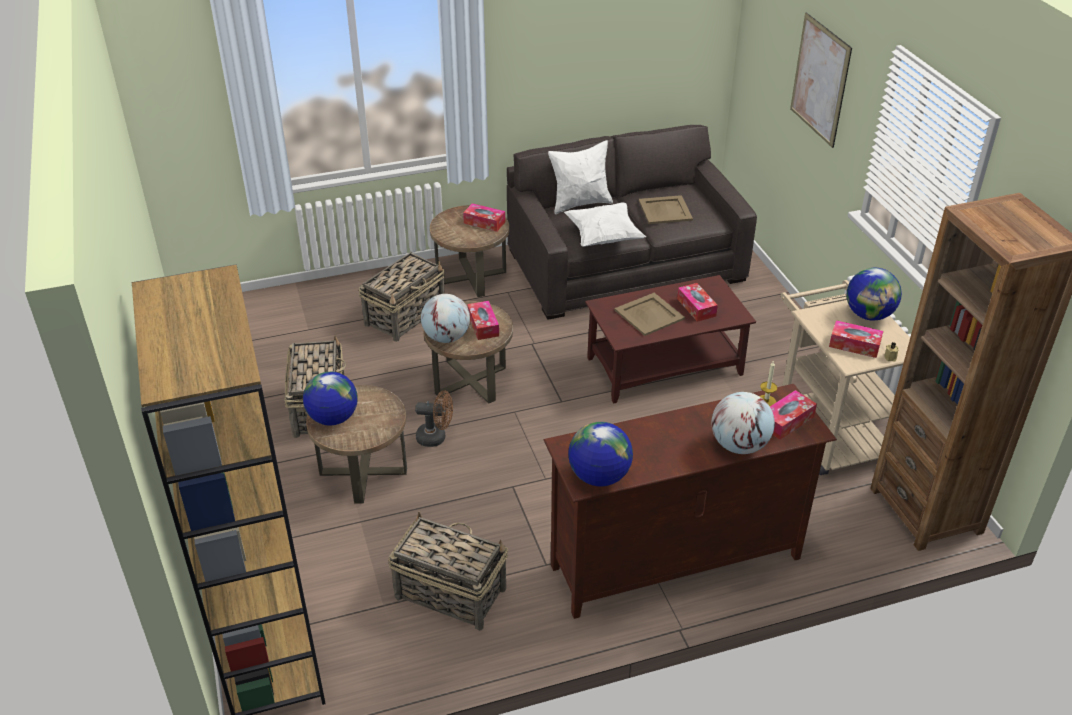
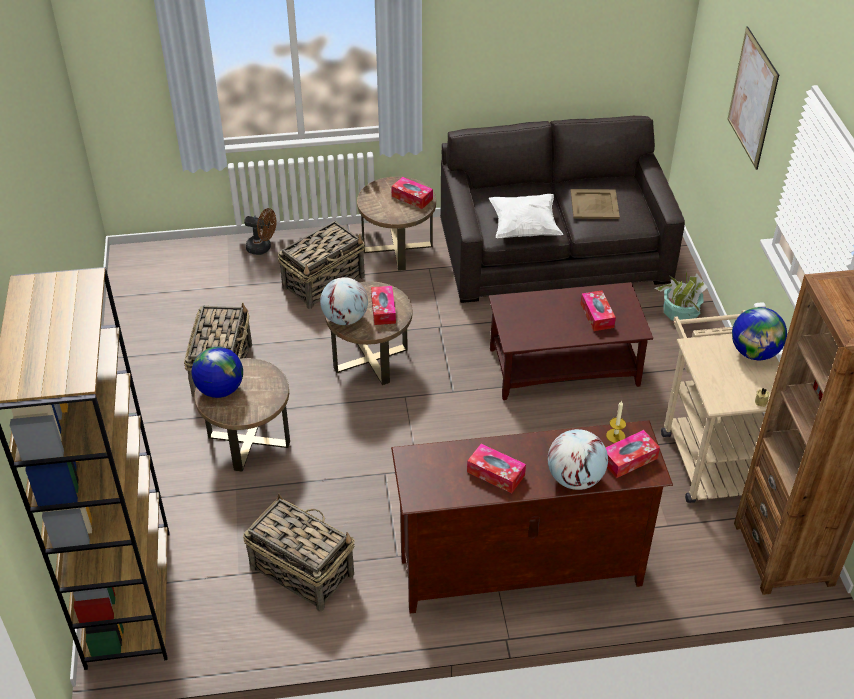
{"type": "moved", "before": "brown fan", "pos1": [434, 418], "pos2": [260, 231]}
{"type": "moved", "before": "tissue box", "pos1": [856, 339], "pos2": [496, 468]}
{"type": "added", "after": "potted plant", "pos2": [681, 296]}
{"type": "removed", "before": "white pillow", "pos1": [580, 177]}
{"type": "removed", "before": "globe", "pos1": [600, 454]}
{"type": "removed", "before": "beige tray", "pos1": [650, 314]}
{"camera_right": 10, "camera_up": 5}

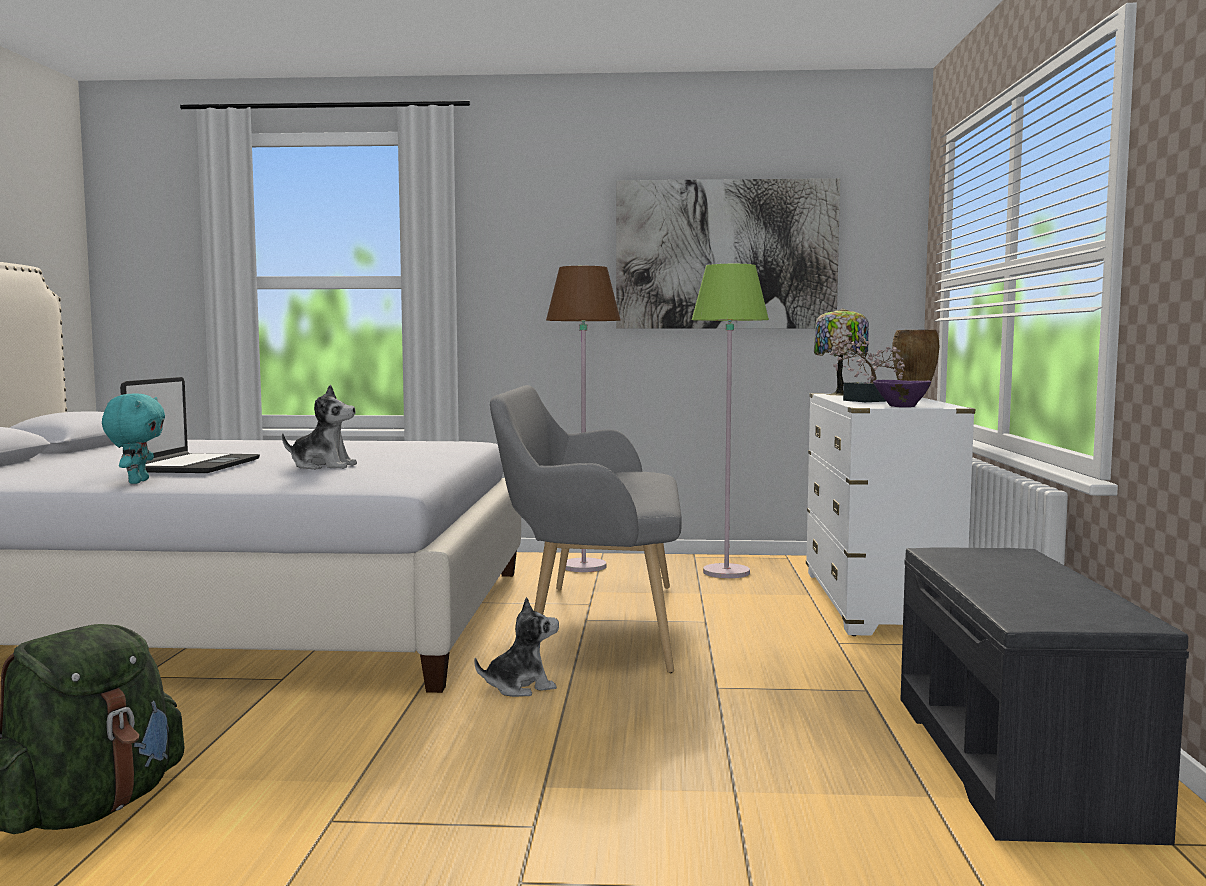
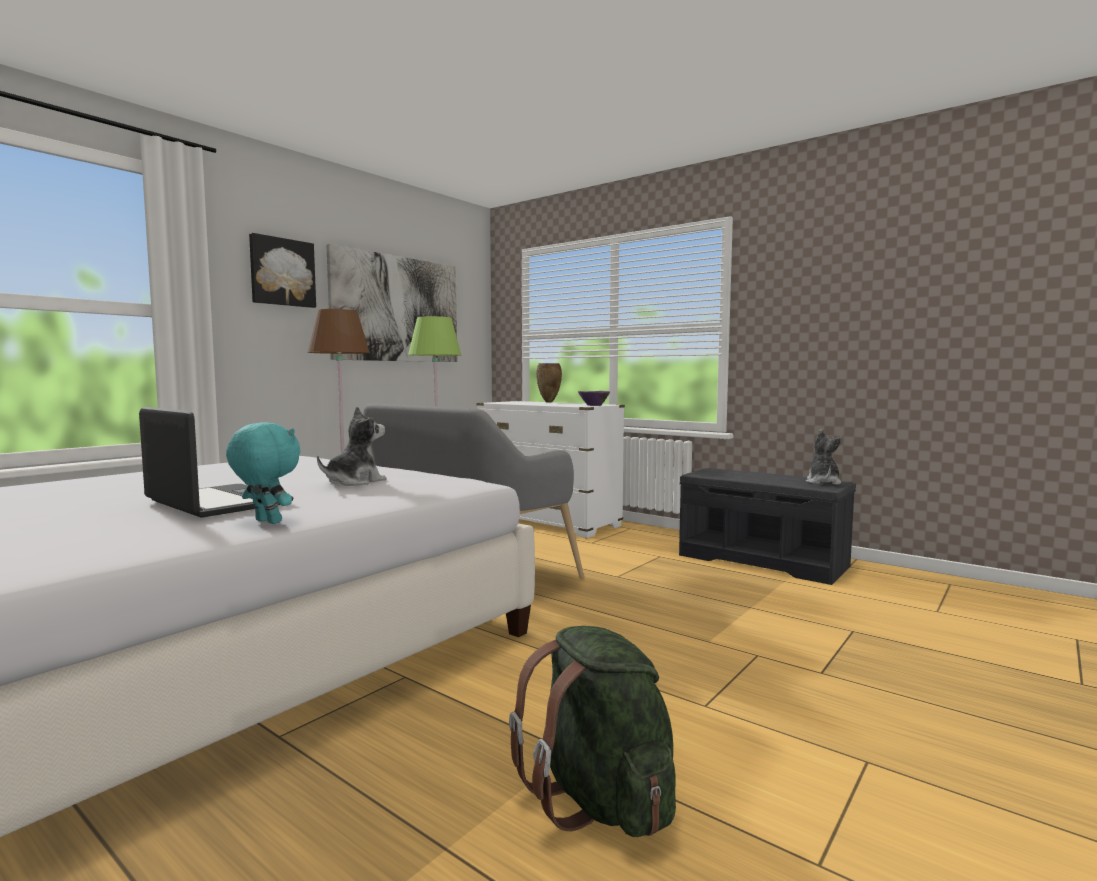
{"type": "added", "after": "picture", "pos2": [282, 270]}
{"type": "moved", "before": "plush toy", "pos1": [516, 647], "pos2": [824, 457]}
{"type": "removed", "before": "table lamp", "pos1": [841, 351]}
{"type": "removed", "before": "potted plant", "pos1": [867, 366]}
{"camera_right": -55, "camera_up": 0}

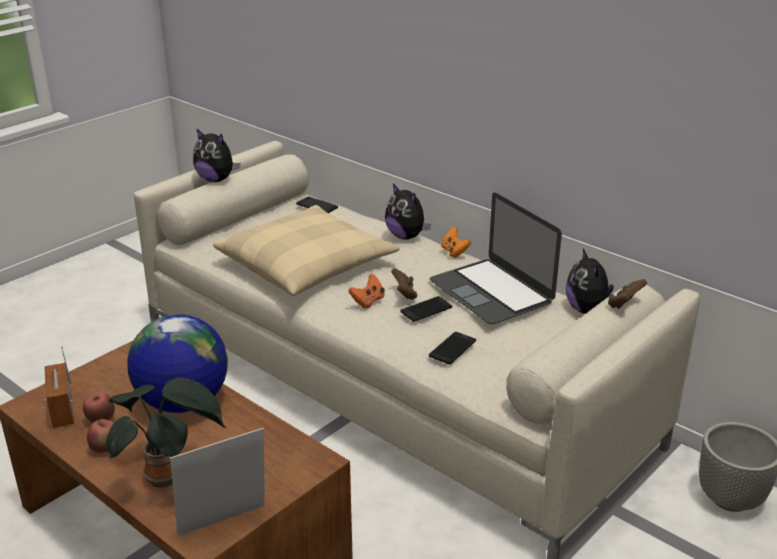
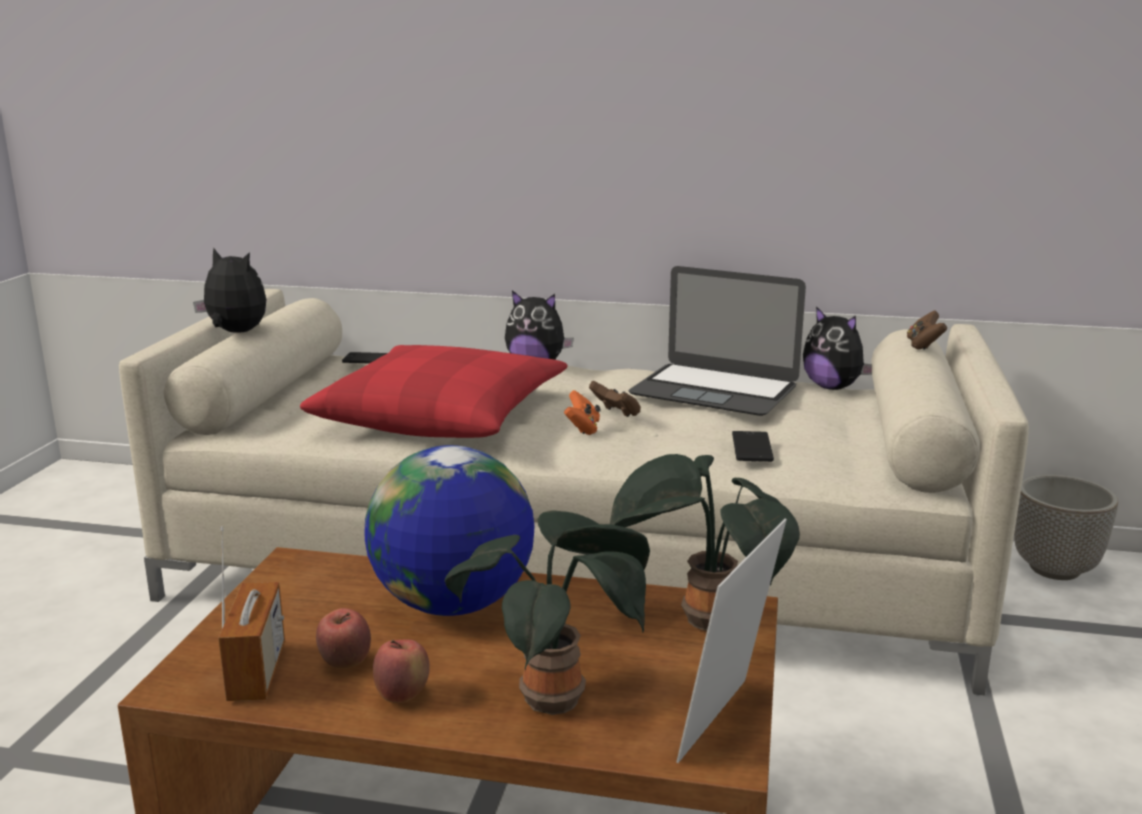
{"type": "turned", "before": "plush toy", "pos1": [216, 155], "pos2": [229, 290], "turn": -150}
{"type": "turned", "before": "radio", "pos1": [59, 387], "pos2": [251, 613], "turn": -135}
{"type": "recoloured", "before": "beige pillow", "after": "red pillow", "pos1": [306, 250], "pos2": [433, 391]}
{"type": "added", "after": "potted plant", "pos2": [705, 542]}
{"type": "removed", "before": "phone", "pos1": [426, 309]}
{"type": "removed", "before": "orange game controller", "pos1": [456, 242]}
{"camera_right": -30, "camera_up": -10}

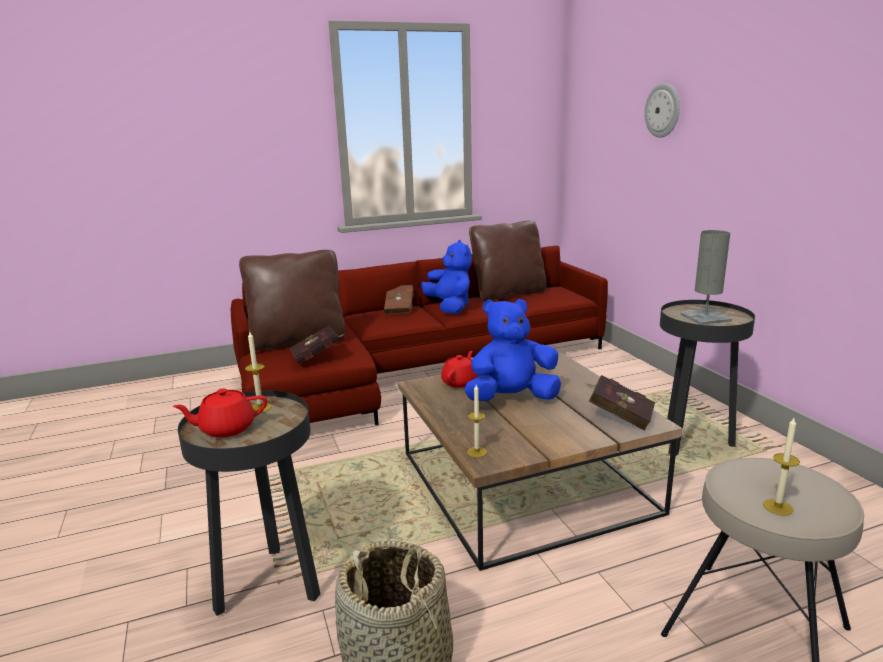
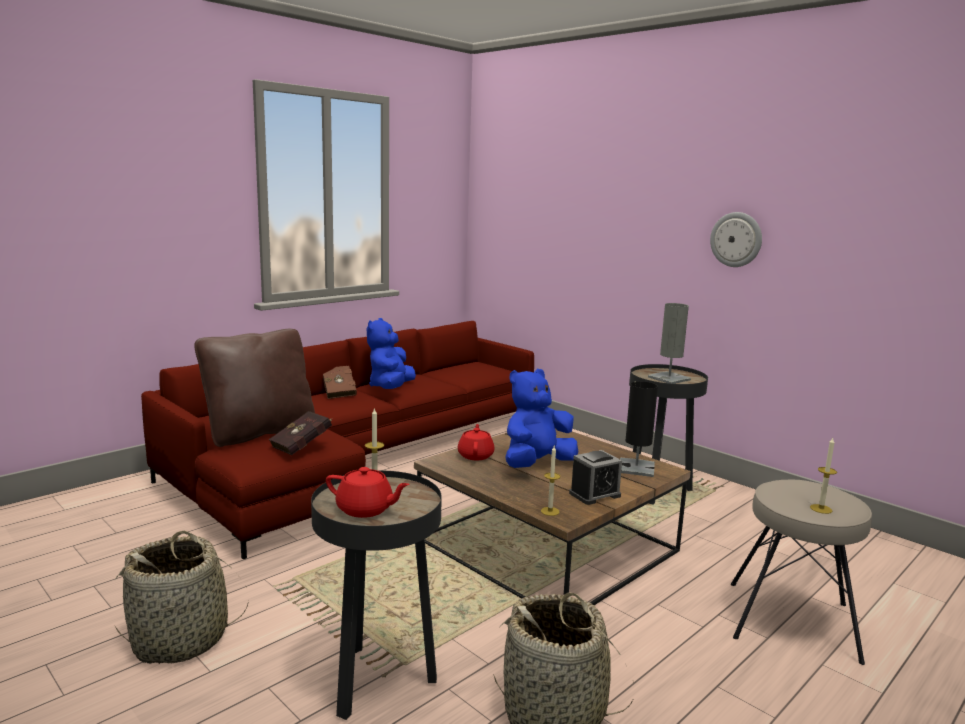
{"type": "added", "after": "basket", "pos2": [181, 597]}
{"type": "turned", "before": "red teapot", "pos1": [219, 412], "pos2": [367, 492], "turn": -120}
{"type": "turned", "before": "blue plush toy", "pos1": [446, 277], "pos2": [391, 353], "turn": -120}
{"type": "added", "after": "alarm clock", "pos2": [595, 477]}
{"type": "replaced", "before": "red book", "after": "black table lamp", "pos1": [620, 403], "pos2": [639, 429]}
{"type": "moved", "before": "wall clock", "pos1": [662, 110], "pos2": [736, 239]}
{"type": "removed", "before": "brown pillow", "pos1": [507, 260]}
{"camera_right": -25, "camera_up": -5}

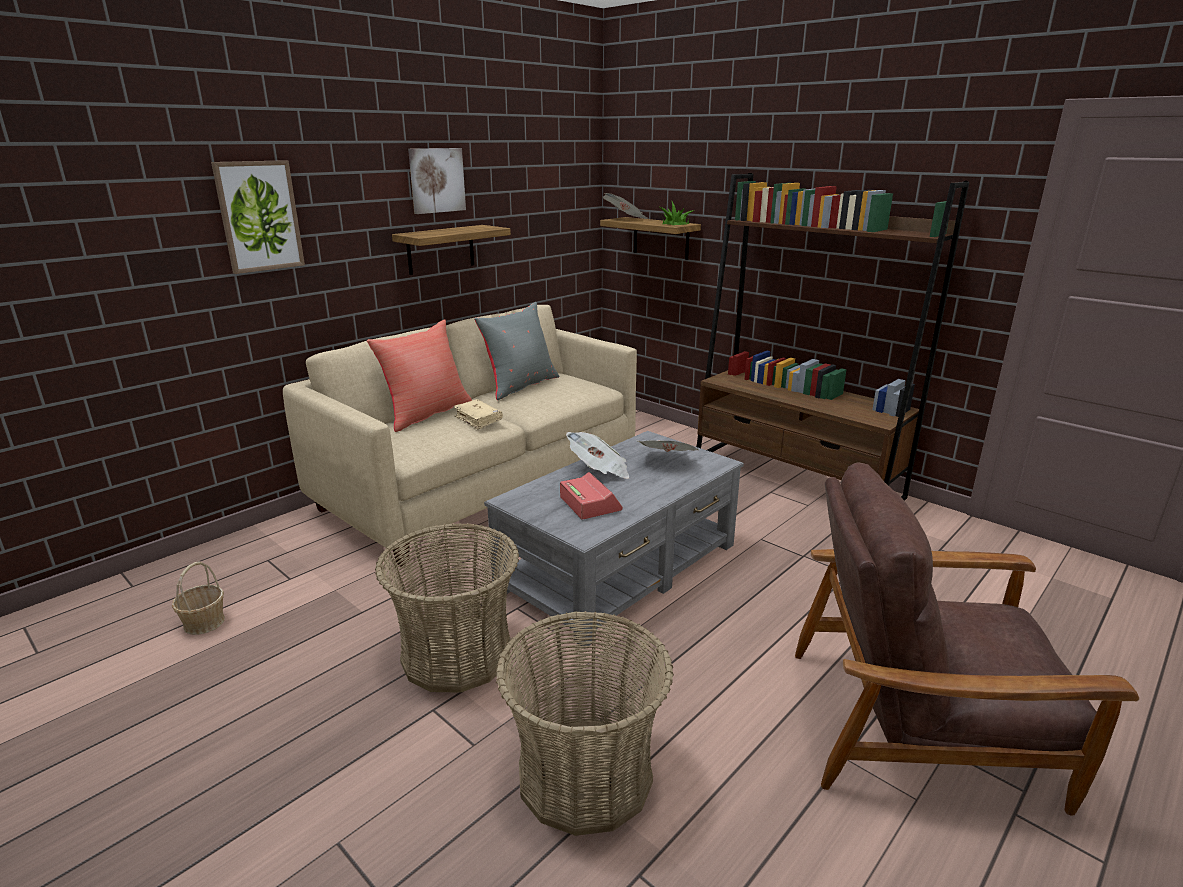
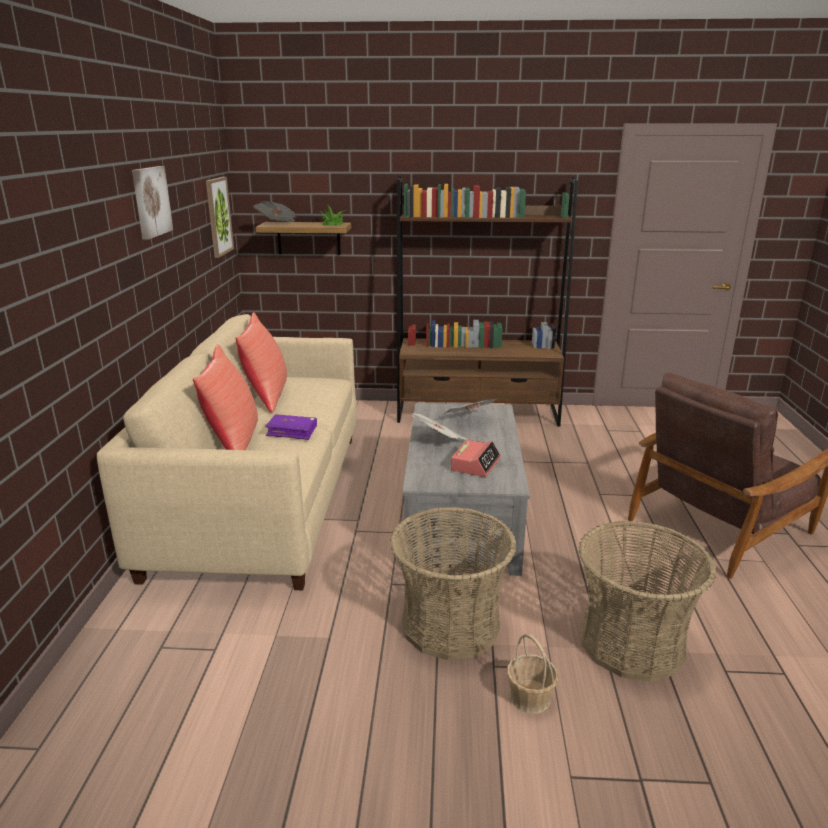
{"type": "moved", "before": "picture", "pos1": [258, 217], "pos2": [220, 217]}
{"type": "recoloured", "before": "grey pillow", "after": "red pillow", "pos1": [516, 351], "pos2": [261, 362]}
{"type": "recoloured", "before": "beige book", "after": "purple book", "pos1": [478, 414], "pos2": [291, 427]}
{"type": "turned", "before": "alarm clock", "pos1": [591, 495], "pos2": [476, 458], "turn": 90}
{"type": "moved", "before": "basket", "pos1": [198, 598], "pos2": [532, 674]}
{"type": "removed", "before": "shelf", "pos1": [451, 250]}
{"camera_right": -40, "camera_up": 0}

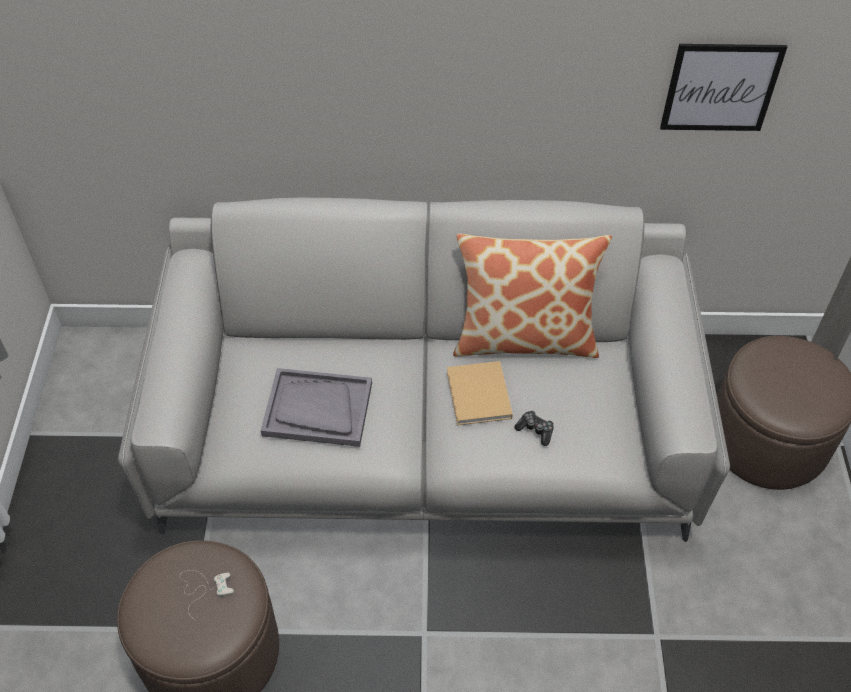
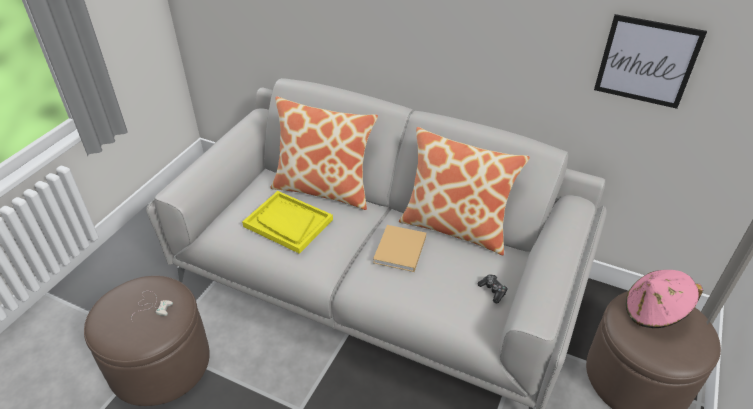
{"type": "recoloured", "before": "grey tray", "after": "yellow tray", "pos1": [316, 407], "pos2": [287, 222]}
{"type": "added", "after": "pillow", "pos2": [324, 153]}
{"type": "moved", "before": "game controller", "pos1": [534, 428], "pos2": [492, 288]}
{"type": "added", "after": "pink hat", "pos2": [664, 299]}
{"camera_right": 25, "camera_up": -10}

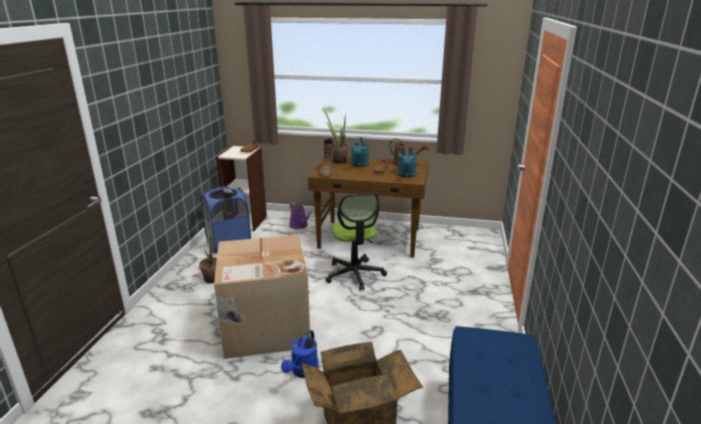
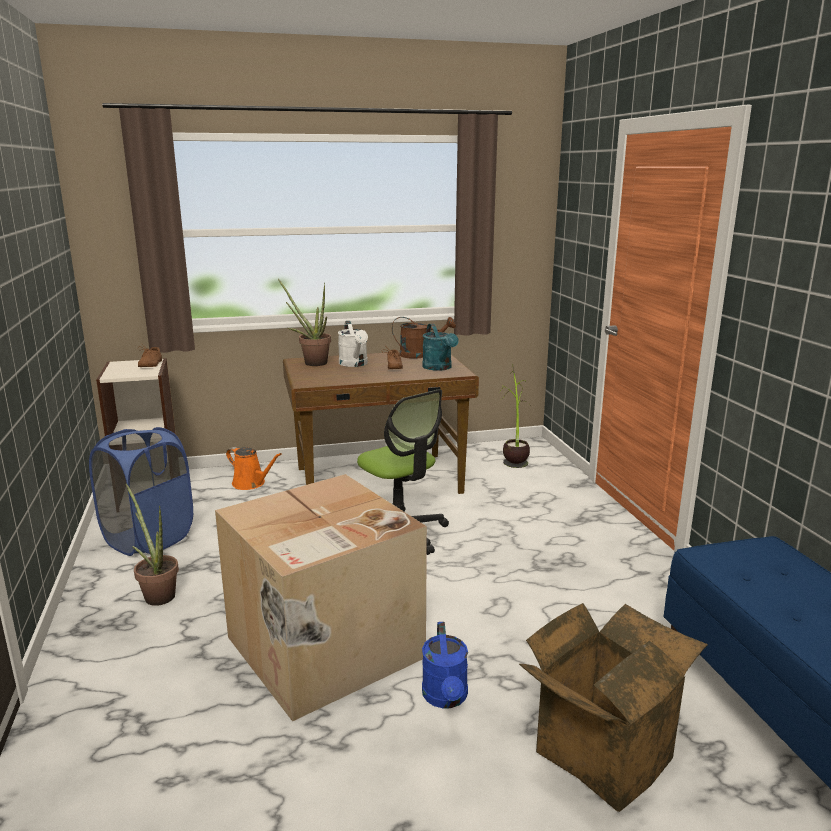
{"type": "recoloured", "before": "purple watering can", "after": "orange watering can", "pos1": [300, 216], "pos2": [254, 468]}
{"type": "recoloured", "before": "turquoise watering can", "after": "white watering can", "pos1": [360, 152], "pos2": [353, 344]}
{"type": "added", "after": "potted plant", "pos2": [514, 416]}
{"type": "removed", "before": "boot", "pos1": [327, 156]}
{"camera_right": -25, "camera_up": -5}

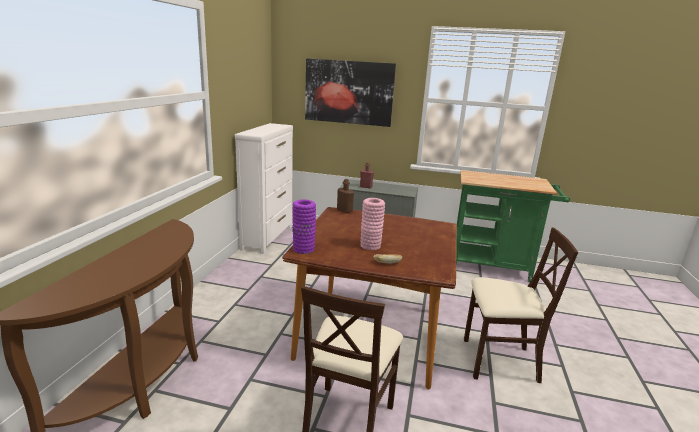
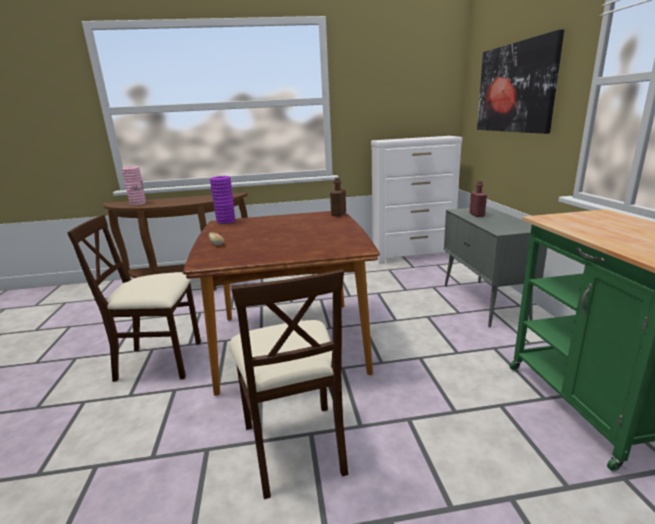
{"type": "moved", "before": "pink vase", "pos1": [372, 224], "pos2": [134, 185]}
{"camera_right": 70, "camera_up": 0}

